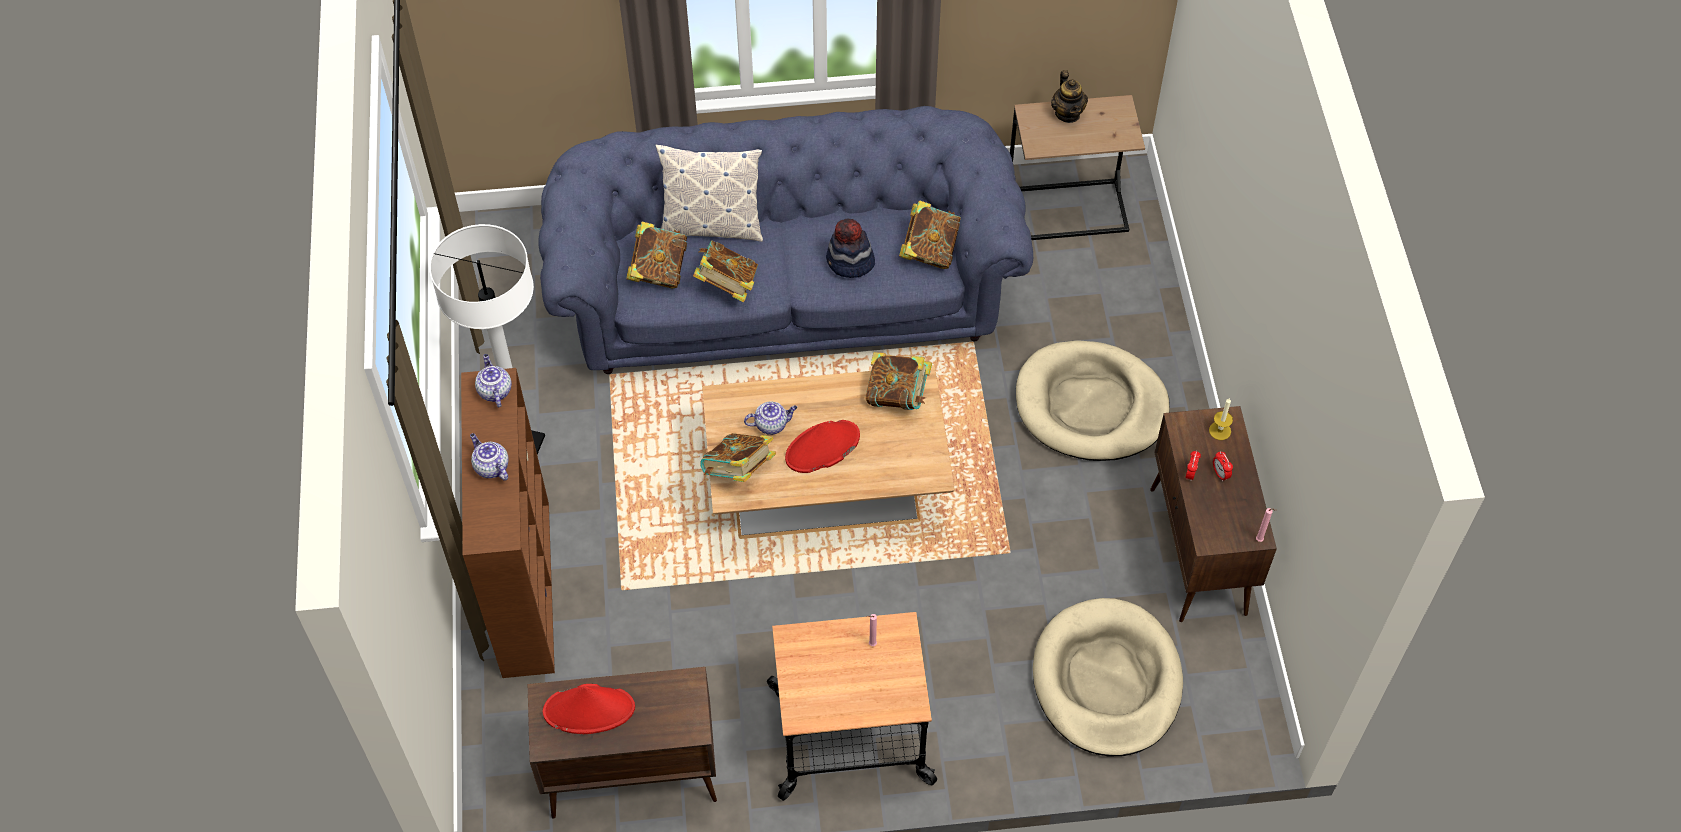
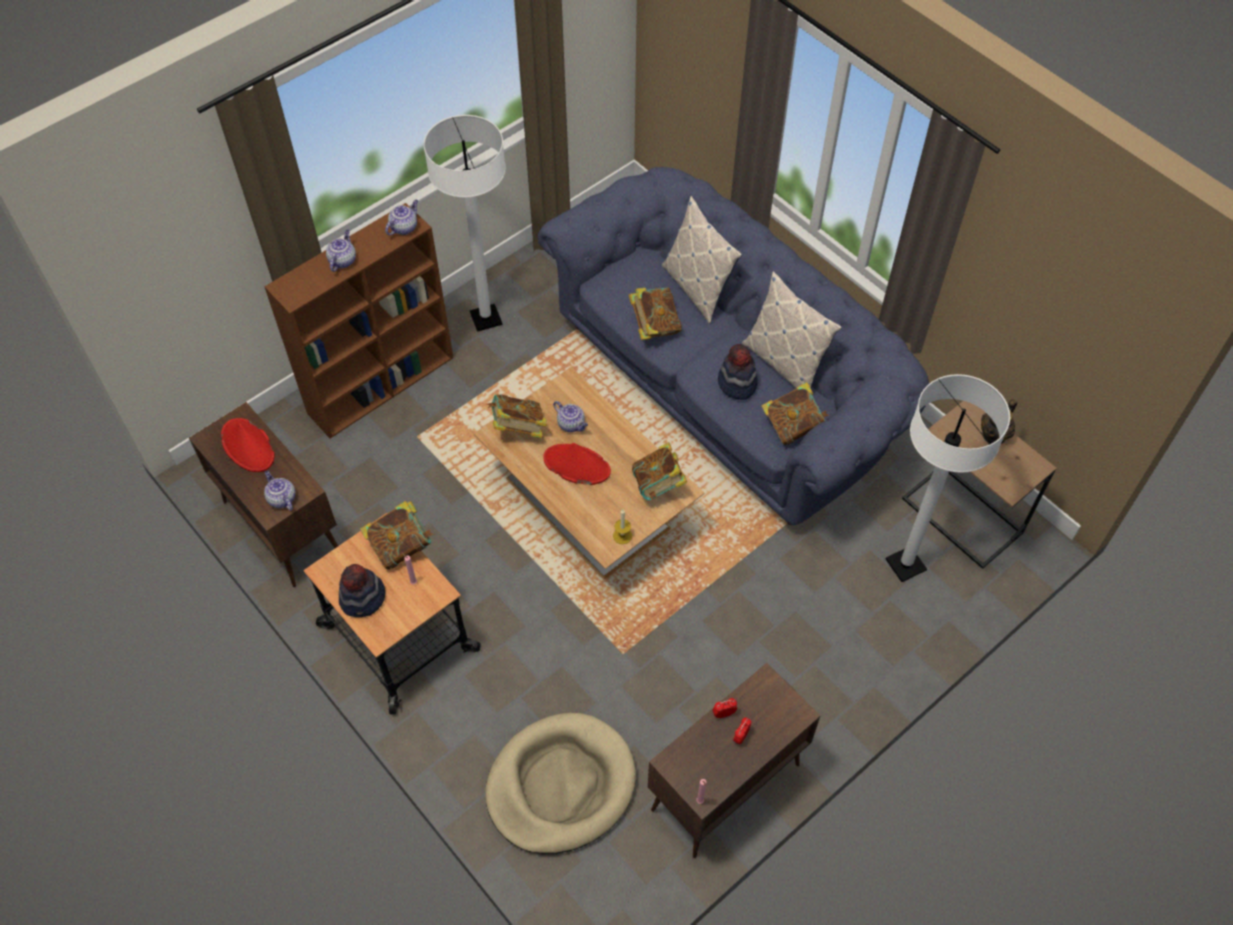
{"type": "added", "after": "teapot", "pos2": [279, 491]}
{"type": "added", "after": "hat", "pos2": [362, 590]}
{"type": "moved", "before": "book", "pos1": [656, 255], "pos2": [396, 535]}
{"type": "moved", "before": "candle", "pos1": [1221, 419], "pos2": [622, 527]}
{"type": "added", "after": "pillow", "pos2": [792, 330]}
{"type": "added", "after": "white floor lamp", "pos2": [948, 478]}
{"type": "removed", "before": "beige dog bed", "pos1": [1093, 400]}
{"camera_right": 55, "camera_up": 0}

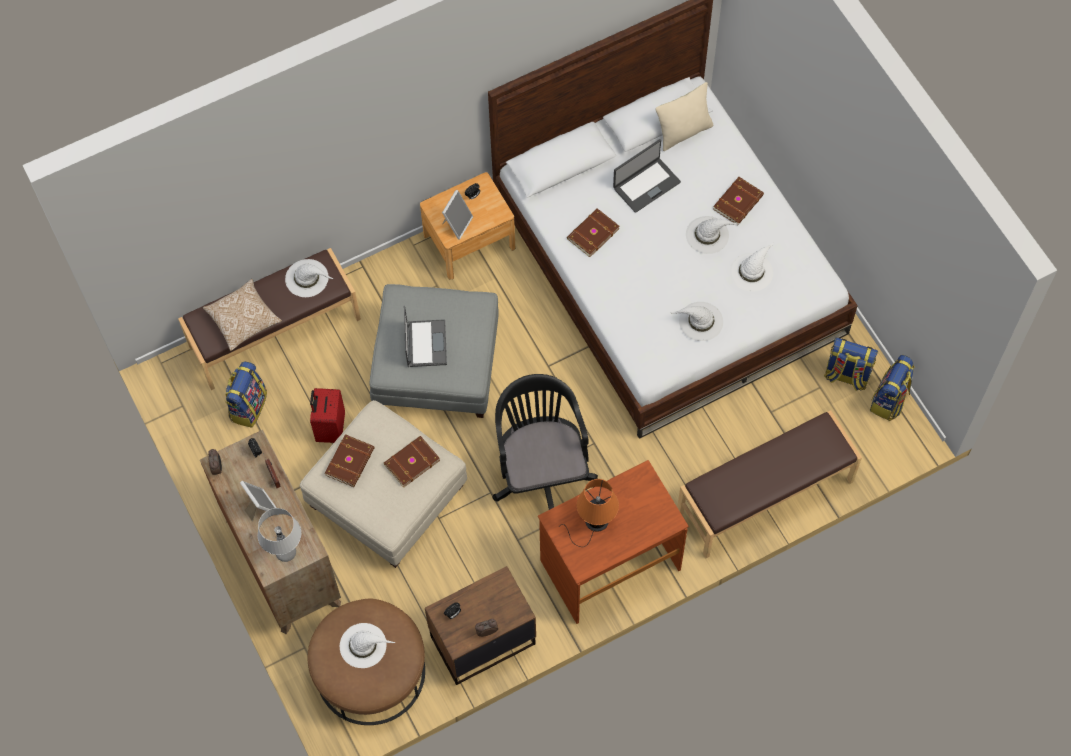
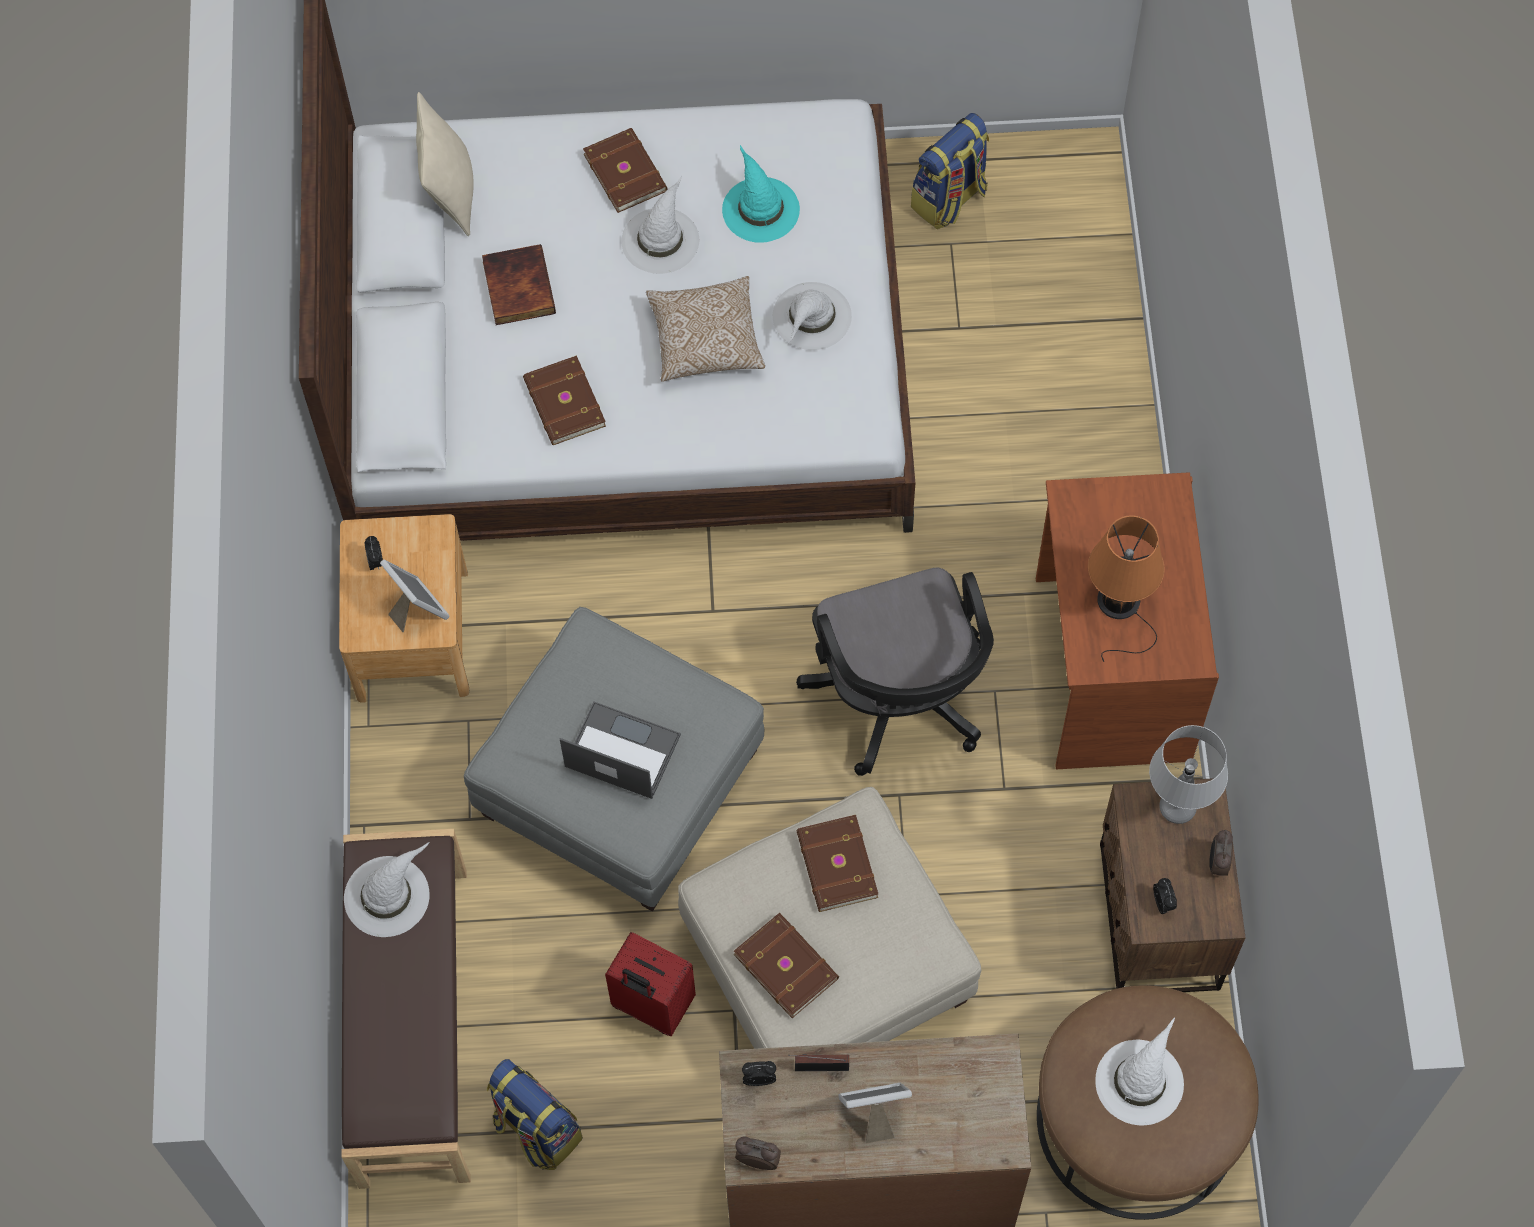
{"type": "replaced", "before": "laptop", "after": "book", "pos1": [647, 176], "pos2": [519, 284]}
{"type": "moved", "before": "pillow", "pos1": [242, 315], "pos2": [705, 329]}
{"type": "recoloured", "before": "white hat", "after": "turquoise hat", "pos1": [751, 267], "pos2": [761, 194]}
{"type": "turned", "before": "black office chair", "pos1": [545, 442], "pos2": [895, 671], "turn": -120}
{"type": "moved", "before": "grey table lamp", "pos1": [280, 535], "pos2": [1188, 774]}
{"type": "removed", "before": "brown bench", "pos1": [769, 484]}
{"type": "removed", "before": "backpack", "pos1": [892, 388]}
{"camera_right": -65, "camera_up": 0}

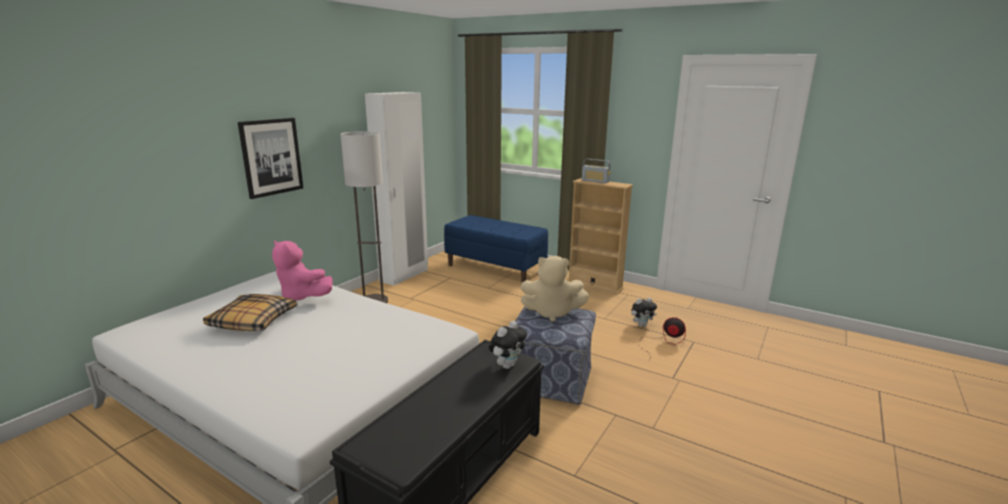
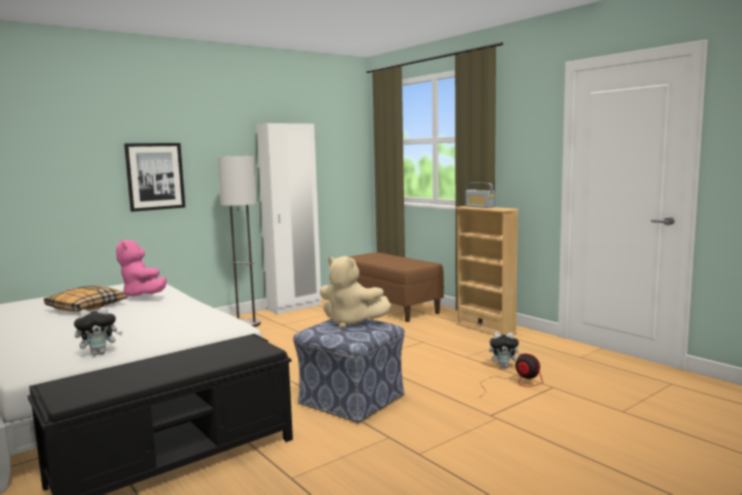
{"type": "moved", "before": "plush toy", "pos1": [508, 345], "pos2": [98, 331]}
{"type": "recoloured", "before": "blue bench", "after": "brown bench", "pos1": [496, 249], "pos2": [396, 287]}
{"camera_right": 20, "camera_up": -10}

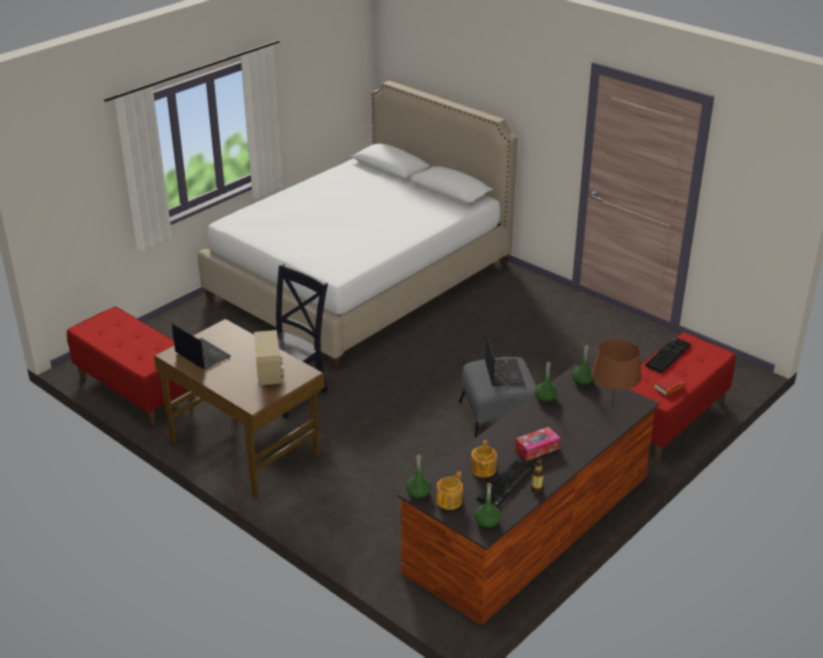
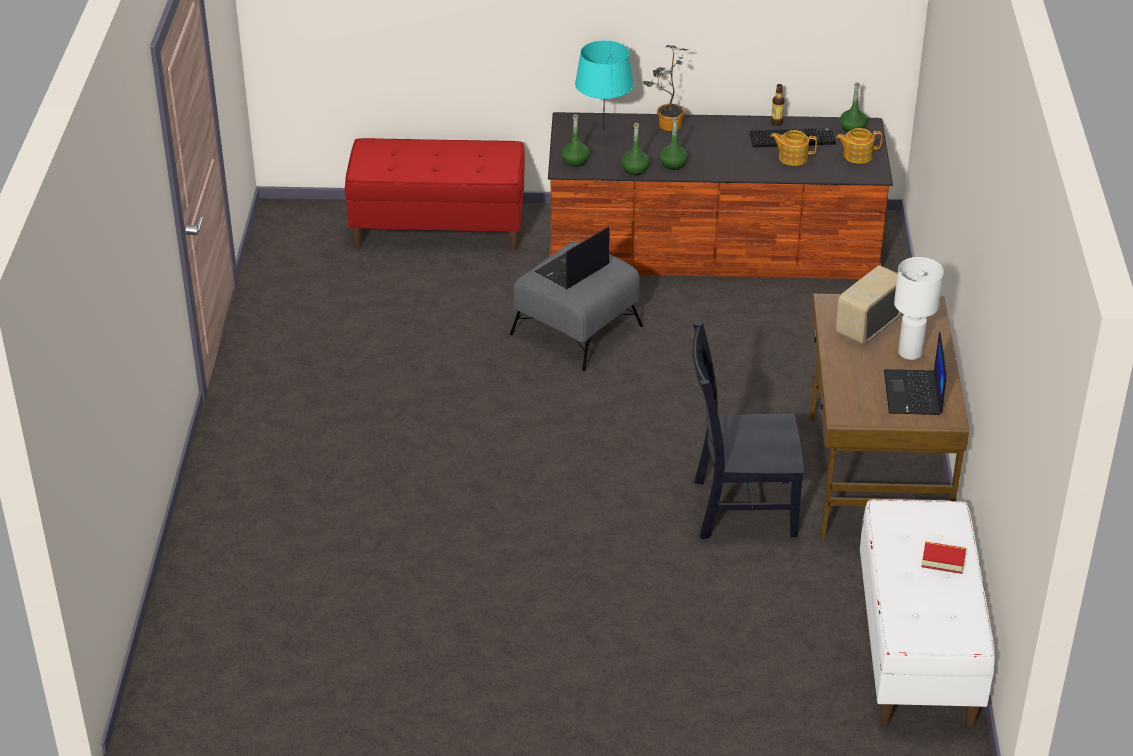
{"type": "recoloured", "before": "brown table lamp", "after": "turquoise table lamp", "pos1": [616, 374], "pos2": [604, 85]}
{"type": "added", "after": "potted plant", "pos2": [666, 88]}
{"type": "moved", "before": "green bottle", "pos1": [418, 476], "pos2": [674, 144]}
{"type": "turned", "before": "teapot", "pos1": [484, 458], "pos2": [793, 148], "turn": -135}
{"type": "recoloured", "before": "red bench", "after": "white bench", "pos1": [130, 366], "pos2": [927, 613]}
{"type": "added", "after": "white table lamp", "pos2": [919, 308]}
{"type": "moved", "before": "book", "pos1": [669, 385], "pos2": [944, 557]}
{"type": "removed", "before": "white bed", "pos1": [357, 224]}
{"type": "removed", "before": "tissue box", "pos1": [538, 444]}
{"type": "removed", "before": "keyboard", "pos1": [668, 355]}
{"camera_right": -130, "camera_up": 5}

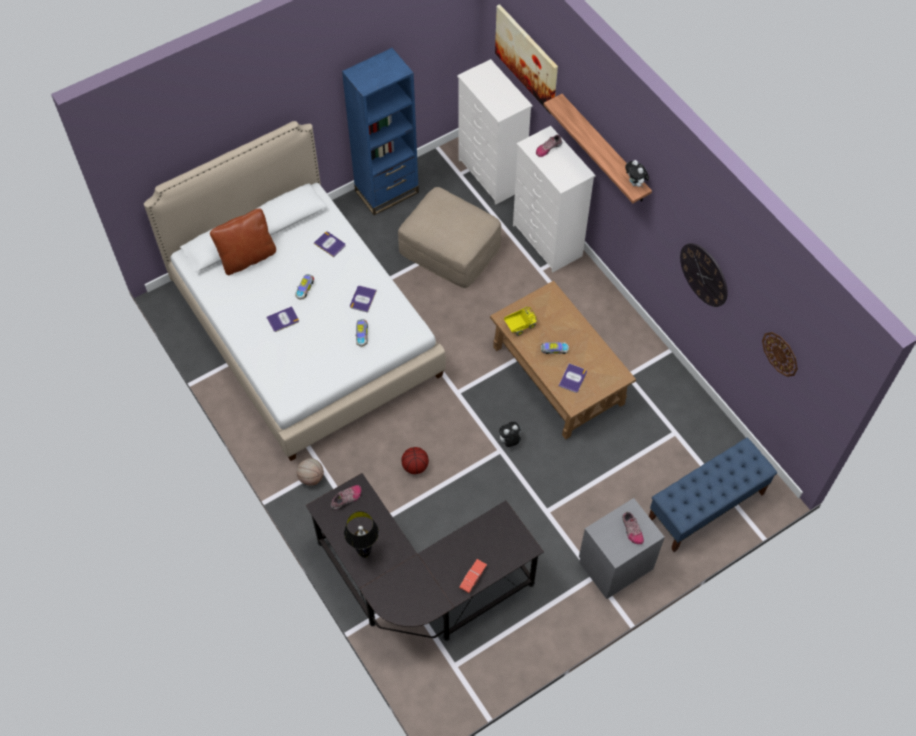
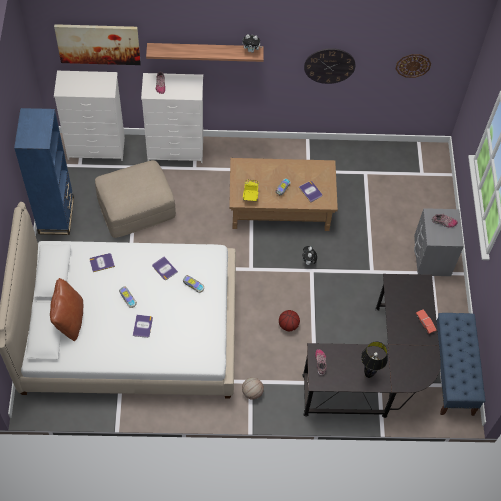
{"type": "moved", "before": "blue bench", "pos1": [713, 495], "pos2": [461, 364]}
{"camera_right": -60, "camera_up": 0}

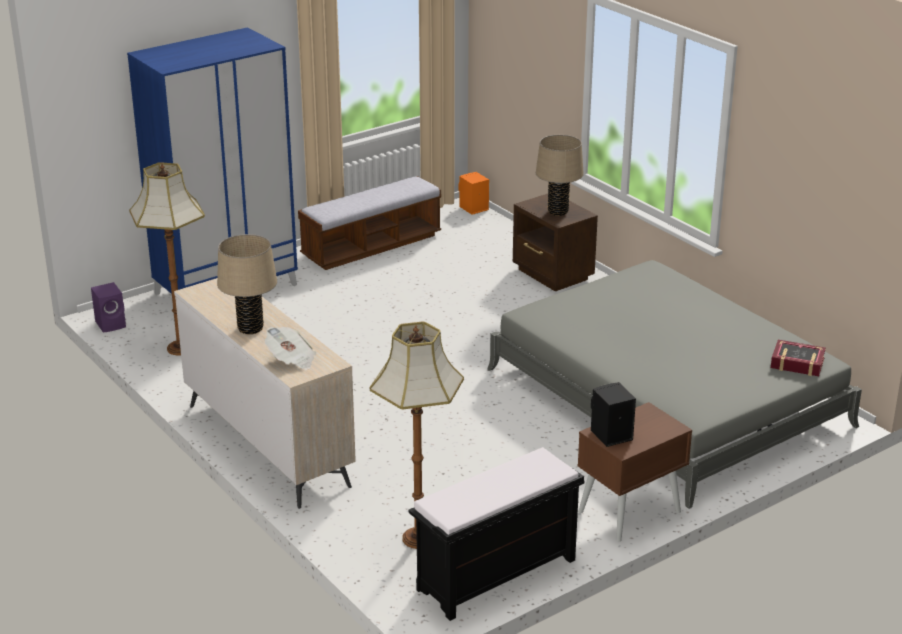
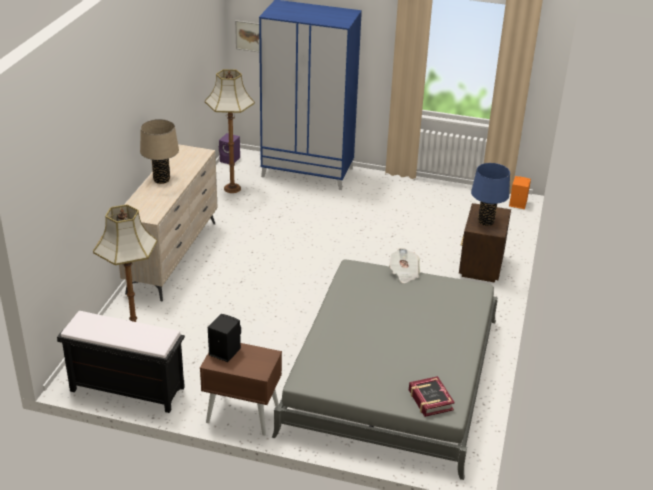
{"type": "added", "after": "picture", "pos2": [247, 36]}
{"type": "moved", "before": "newspaper", "pos1": [290, 348], "pos2": [404, 265]}
{"type": "recoloured", "before": "beige table lamp", "after": "blue table lamp", "pos1": [560, 175], "pos2": [490, 194]}
{"type": "removed", "before": "bench", "pos1": [369, 223]}
{"camera_right": 50, "camera_up": 5}

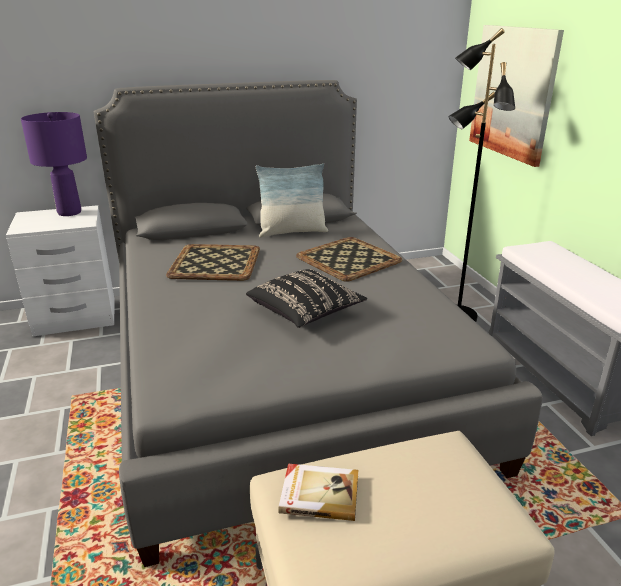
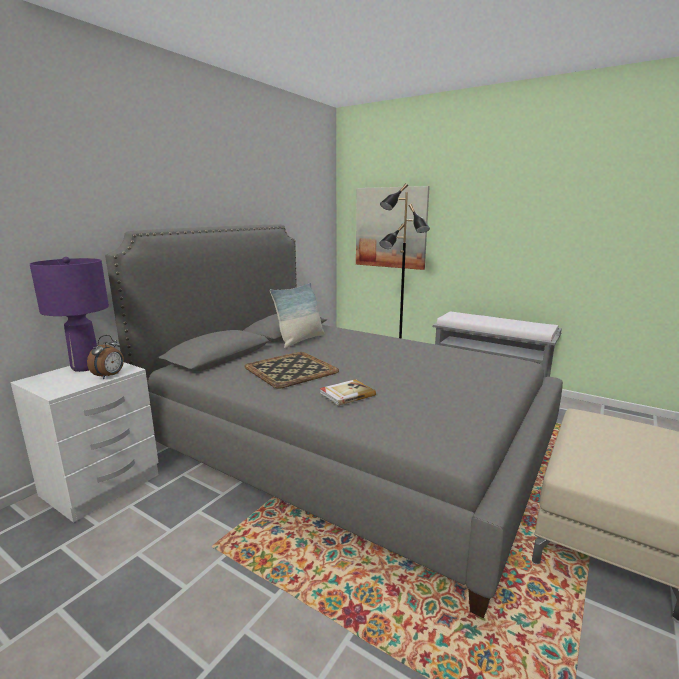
{"type": "added", "after": "alarm clock", "pos2": [105, 357]}
{"type": "moved", "before": "book", "pos1": [318, 492], "pos2": [348, 392]}
{"type": "removed", "before": "black pillow", "pos1": [306, 298]}
{"type": "removed", "before": "tray", "pos1": [349, 259]}
{"camera_right": -40, "camera_up": -10}

